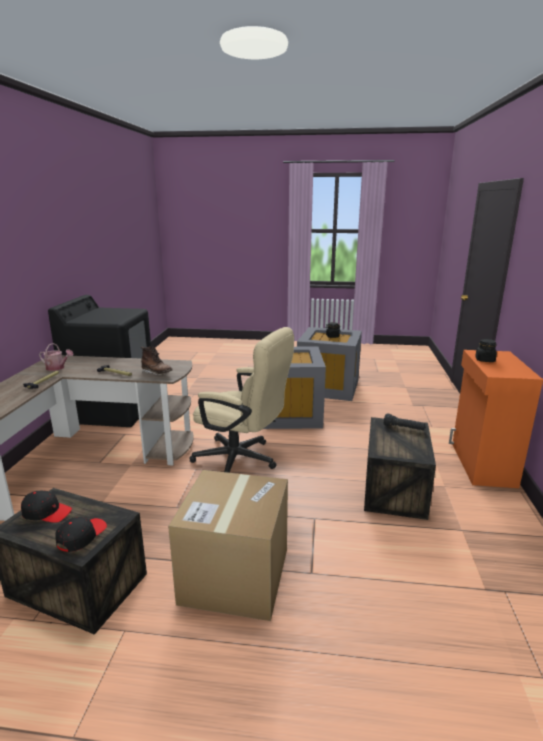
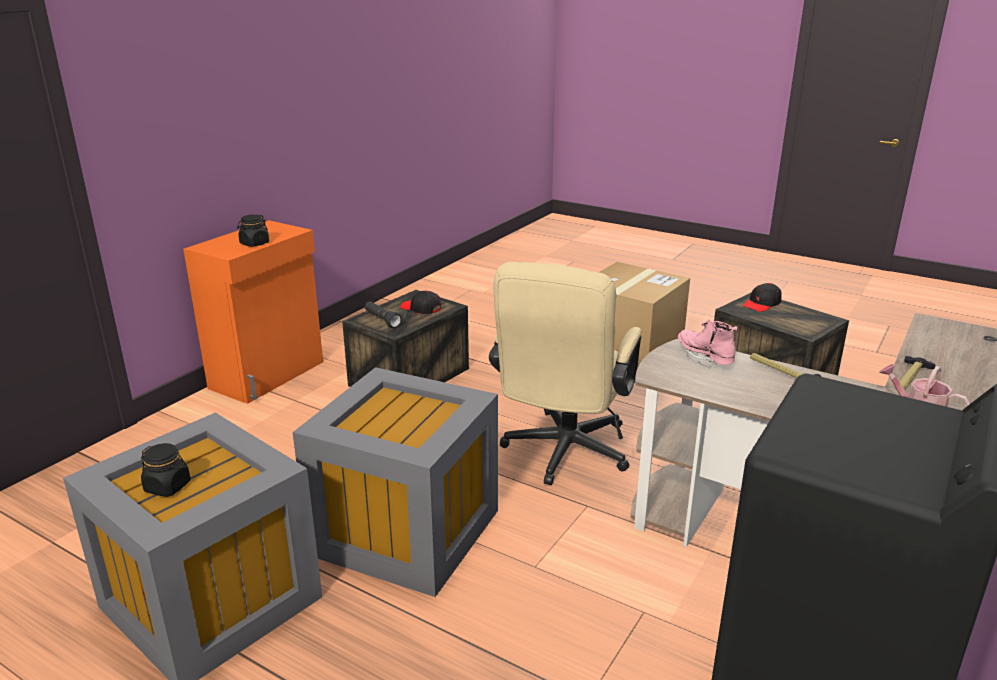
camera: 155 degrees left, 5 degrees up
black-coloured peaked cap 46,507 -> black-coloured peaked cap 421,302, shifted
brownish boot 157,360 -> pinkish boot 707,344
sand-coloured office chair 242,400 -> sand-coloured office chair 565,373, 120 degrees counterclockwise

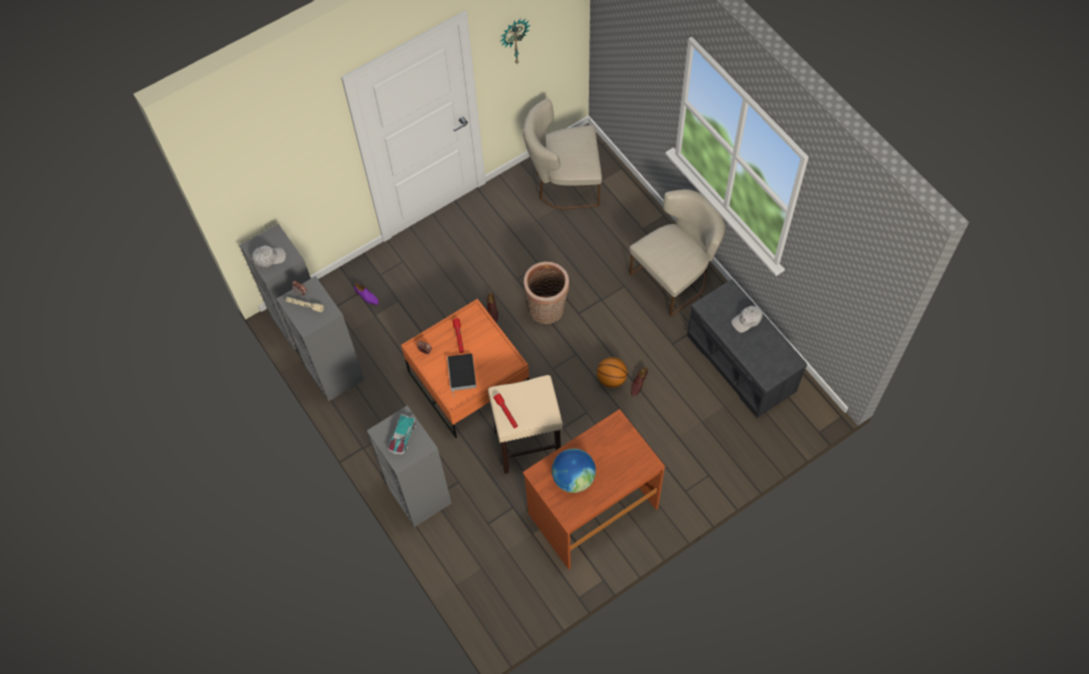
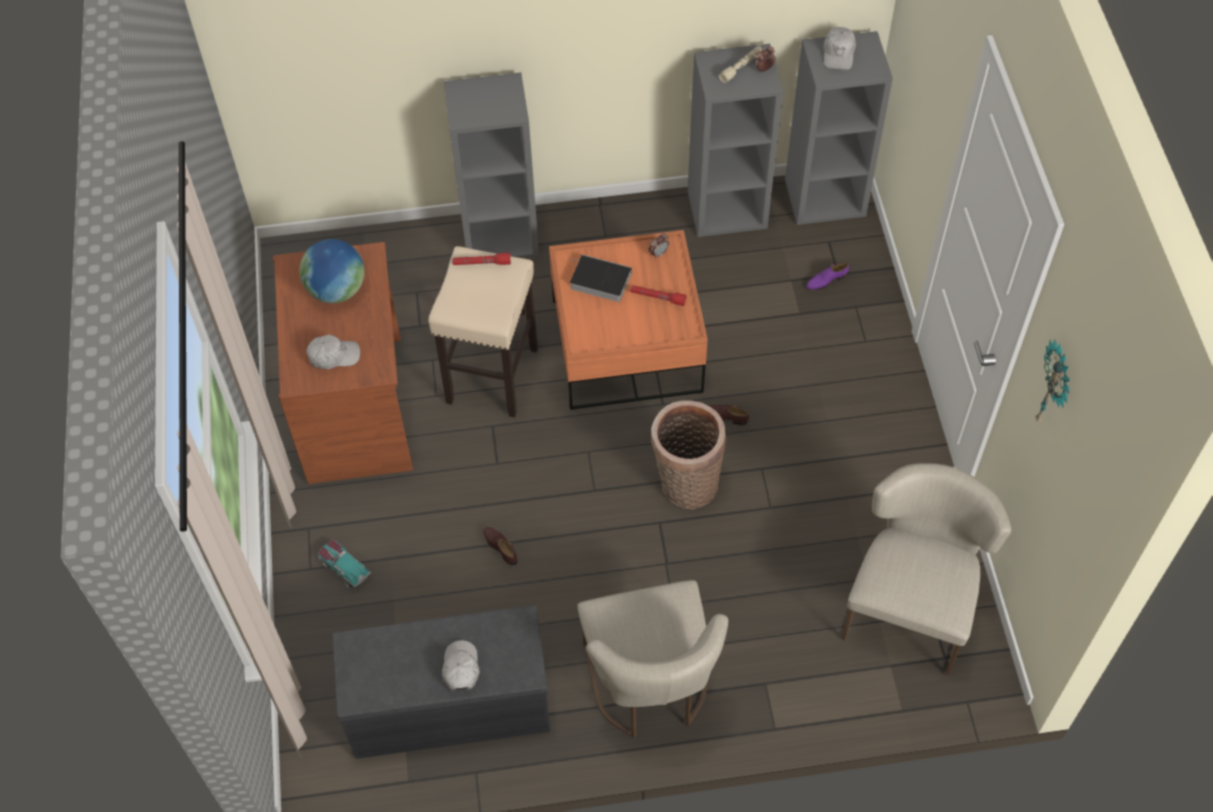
camera: 115 degrees right, 5 degrees down
toy car 402,434 -> toy car 344,564, shifted
basketball ball 612,372 -> none
none -> whitish peaked cap 333,351

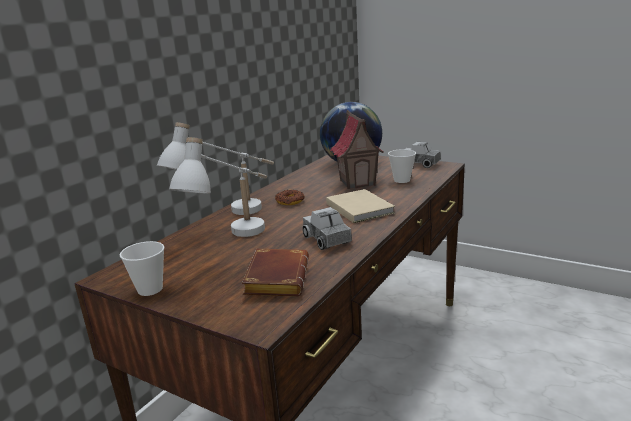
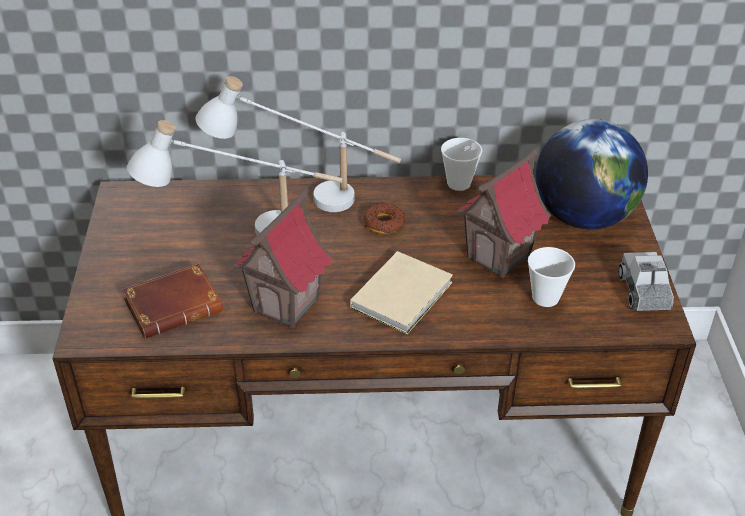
camera: 55 degrees right, 20 degrees up
cup 142,268 -> cup 461,164, shifted
model truck 327,228 -> miniature house 283,257

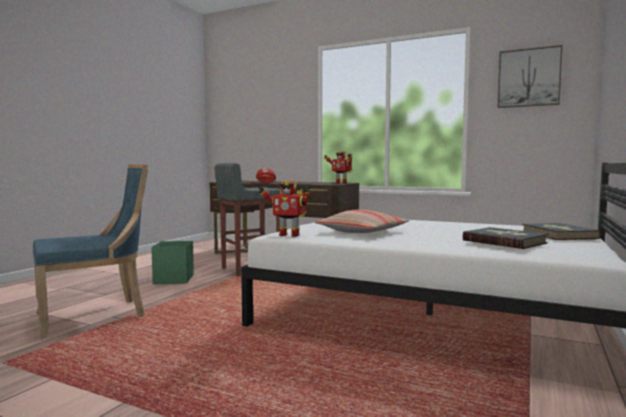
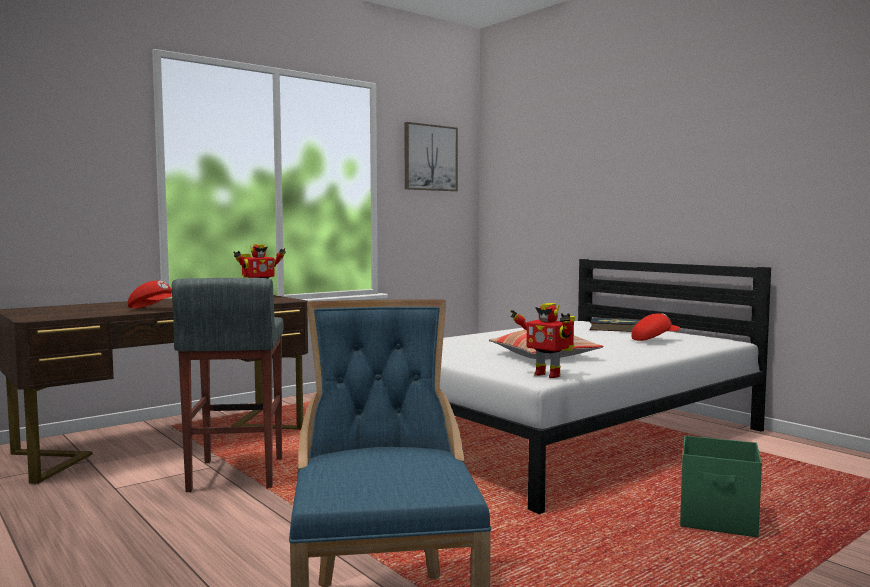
camera: 65 degrees left, 0 degrees up
green storage bin 172,262 -> green storage bin 721,486, shifted
model robot 284,209 -> model robot 542,340, 90 degrees clockwise
bound book 506,238 -> red-coloured peaked cap 656,327

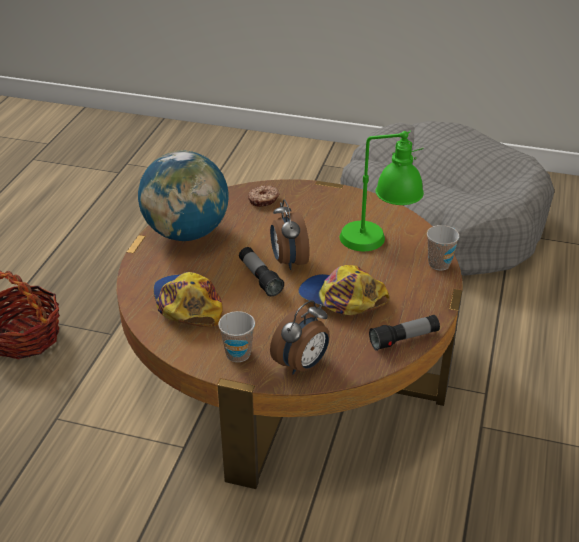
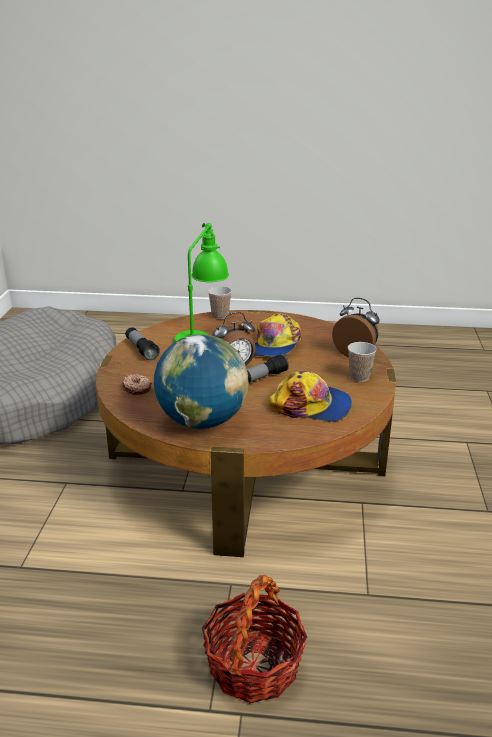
camera: 100 degrees left, 10 degrees down
peaked cap 188,299 -> peaked cap 310,396, 135 degrees counterclockwise
hand torch 404,333 -> hand torch 142,343, shifted

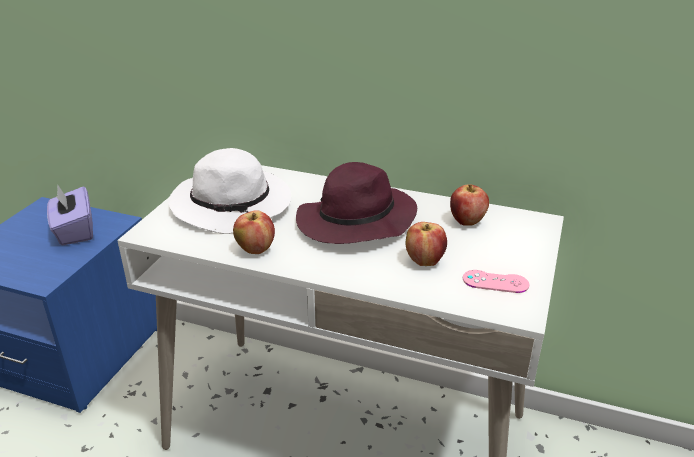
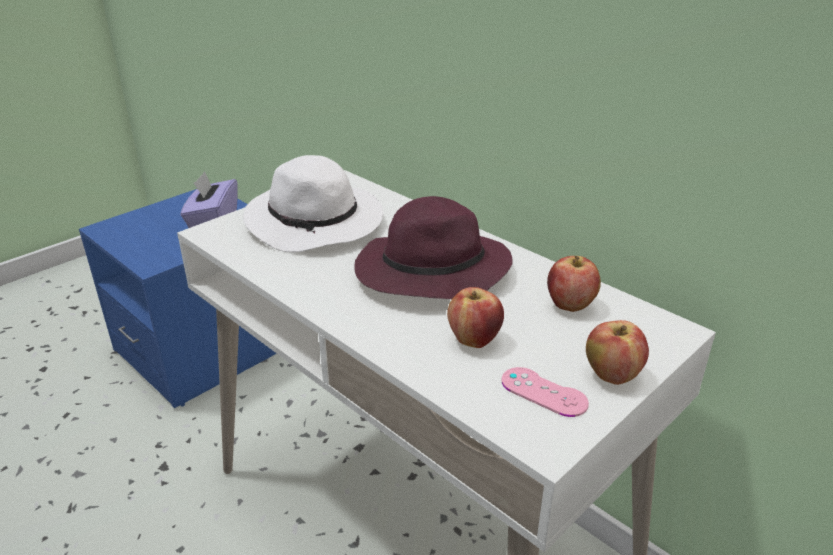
camera: 25 degrees right, 0 degrees up
apple 254,232 -> apple 617,352, shifted

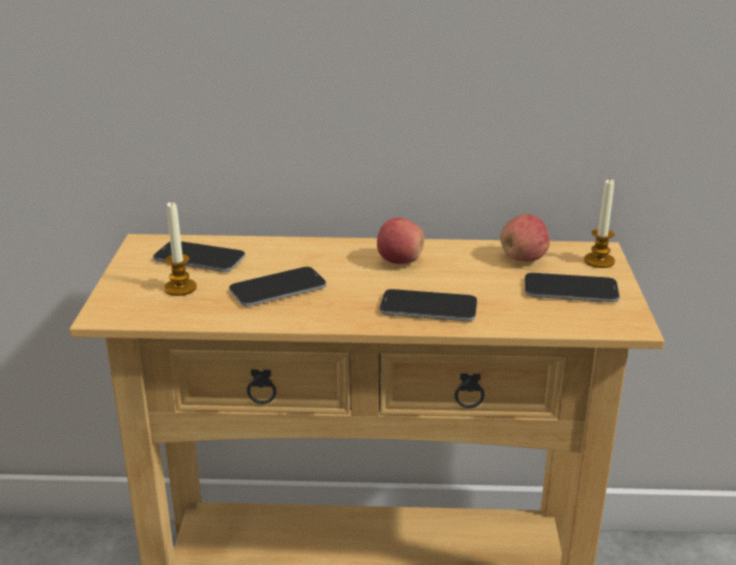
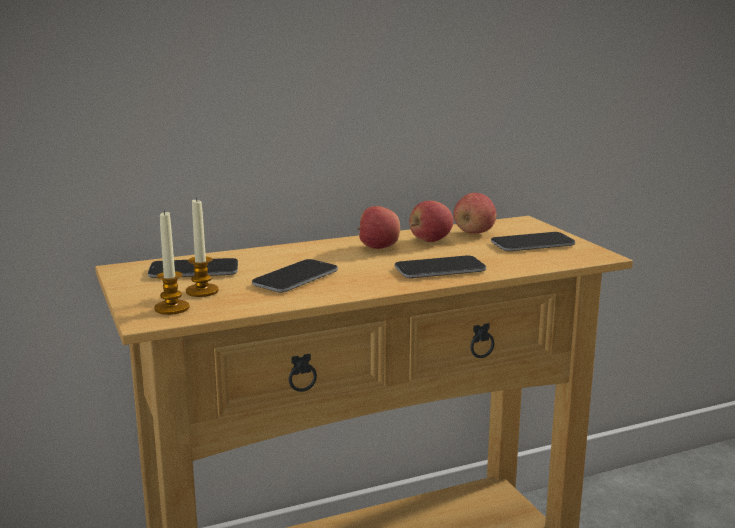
camera: 25 degrees left, 10 degrees down
wax candle 599,223 -> wax candle 172,262, shifted
none -> apple 431,221

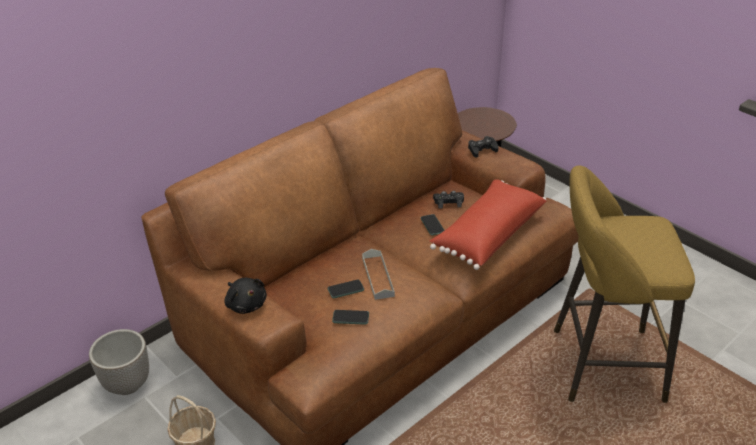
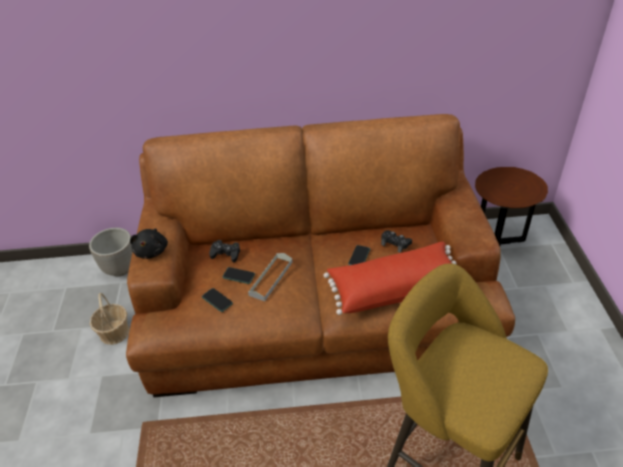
camera: 40 degrees right, 5 degrees up
black-coloured joypad 483,147 -> black-coloured joypad 224,251, shifted

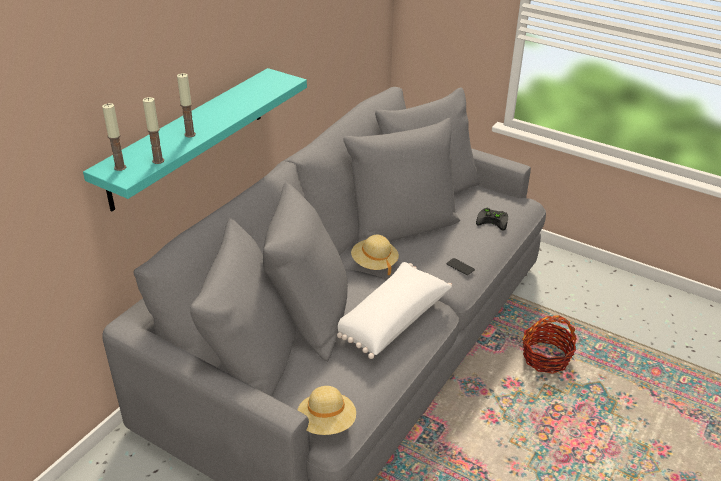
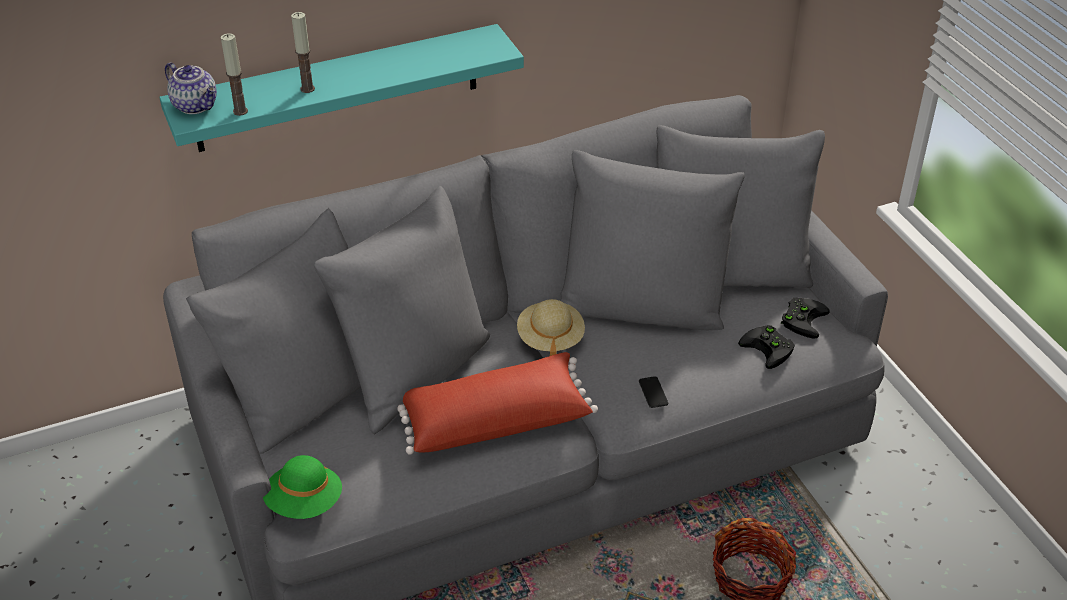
camera: 35 degrees right, 5 degrees up
wax candle 114,137 -> teapot 191,88
sand-coloured wearable hat 327,410 -> green wearable hat 302,487
whitish cushion 394,310 -> red-coloured cushion 497,403
none -> black-coloured joypad 805,318

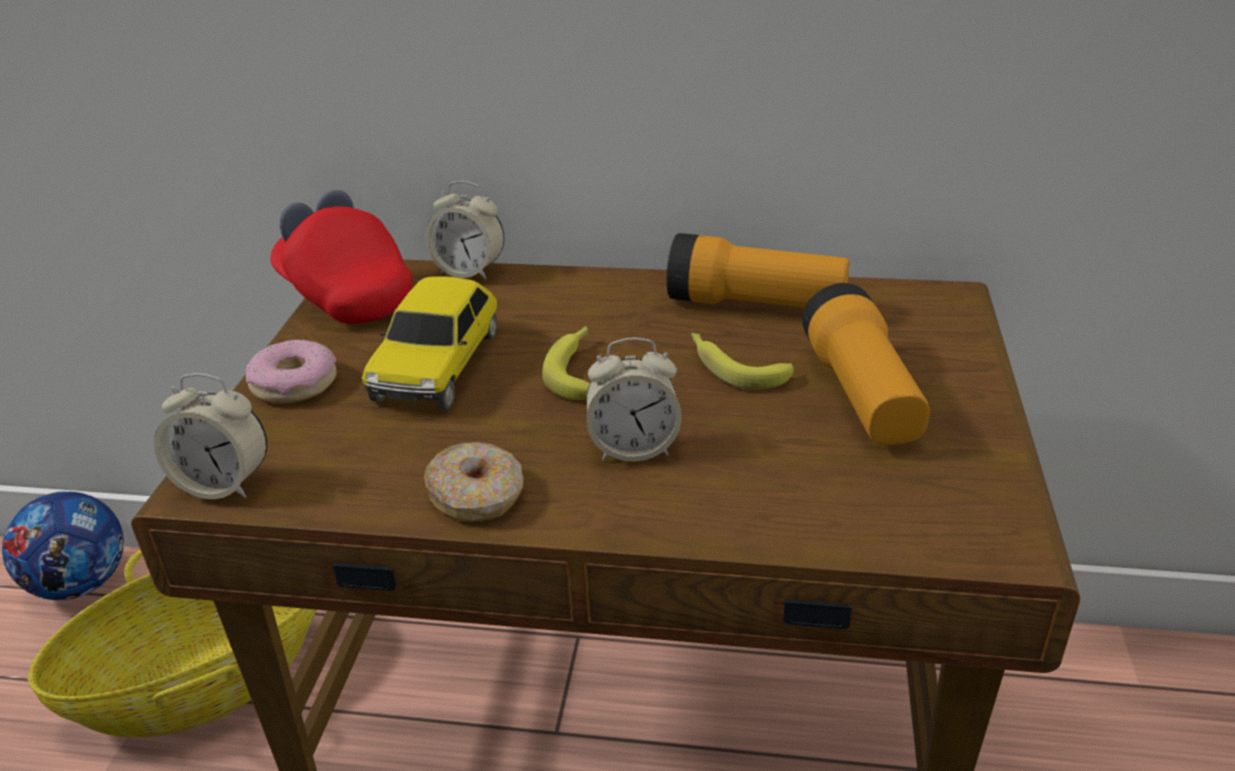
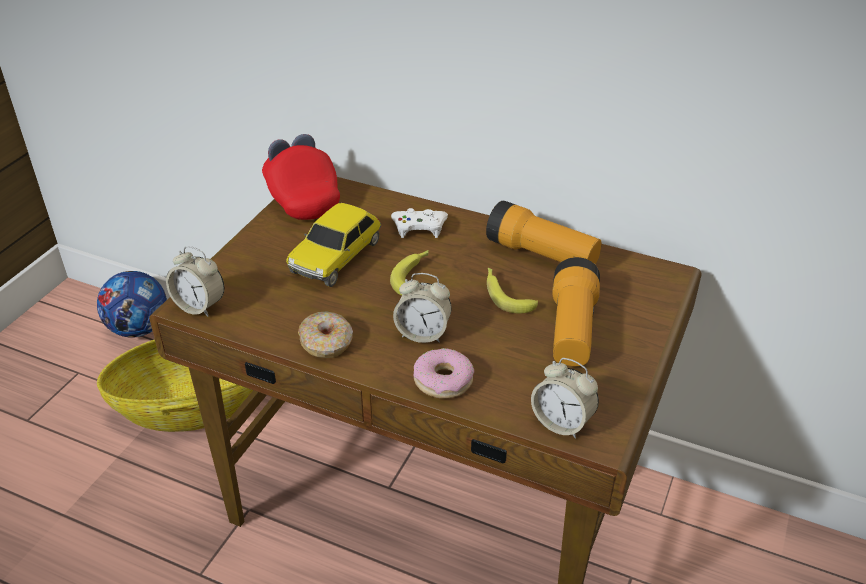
camera: 15 degrees right, 5 degrees up
doughnut 291,371 -> doughnut 443,373, shifted
bedside clock 464,230 -> bedside clock 565,398, shifted
none -> whitish joypad 419,223

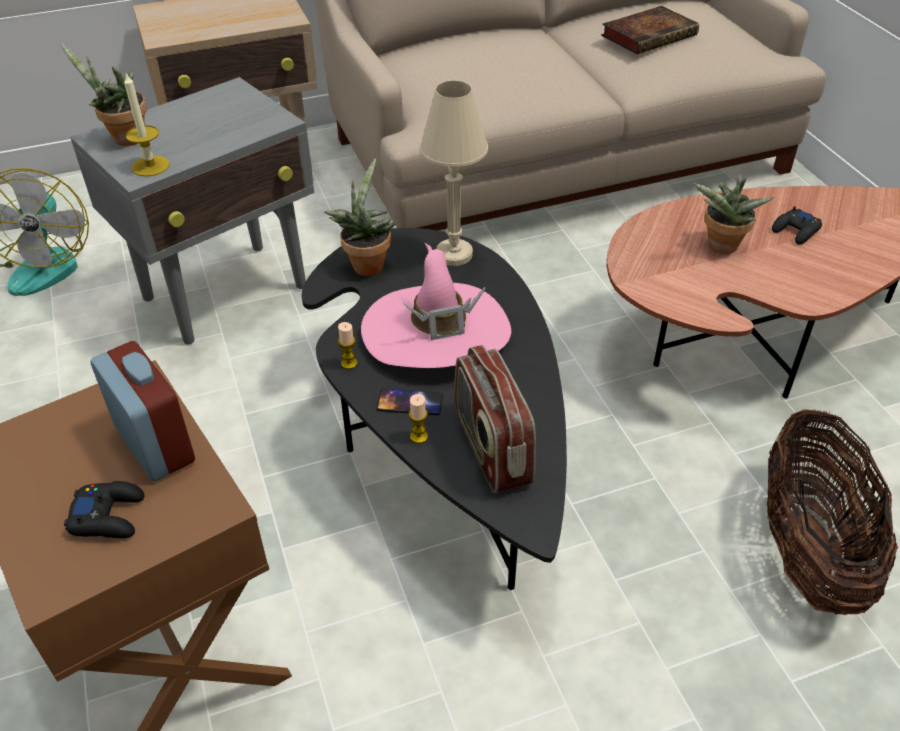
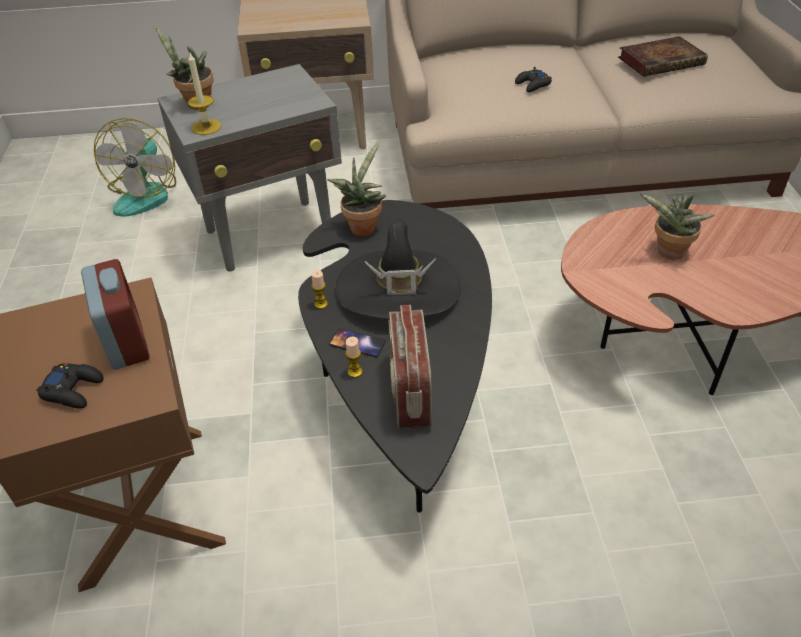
camera: 15 degrees right, 0 degrees up
pinkish wearable hat 436,305 -> black-coloured wearable hat 398,267
sand-coloured lamp for a table 453,173 -> none
basket 832,512 -> none
black-coloured joypad 797,225 -> black-coloured joypad 533,79, shifted

